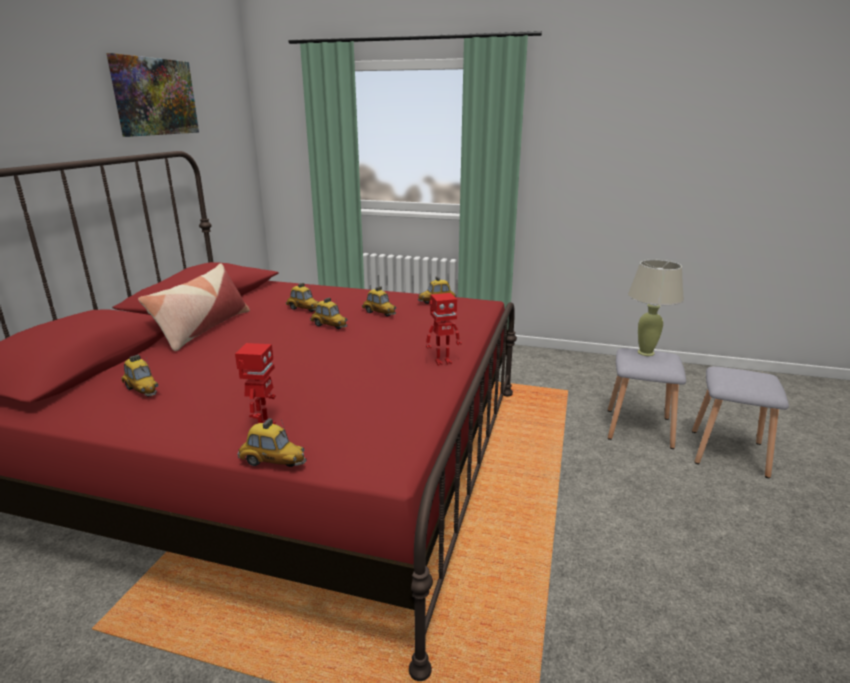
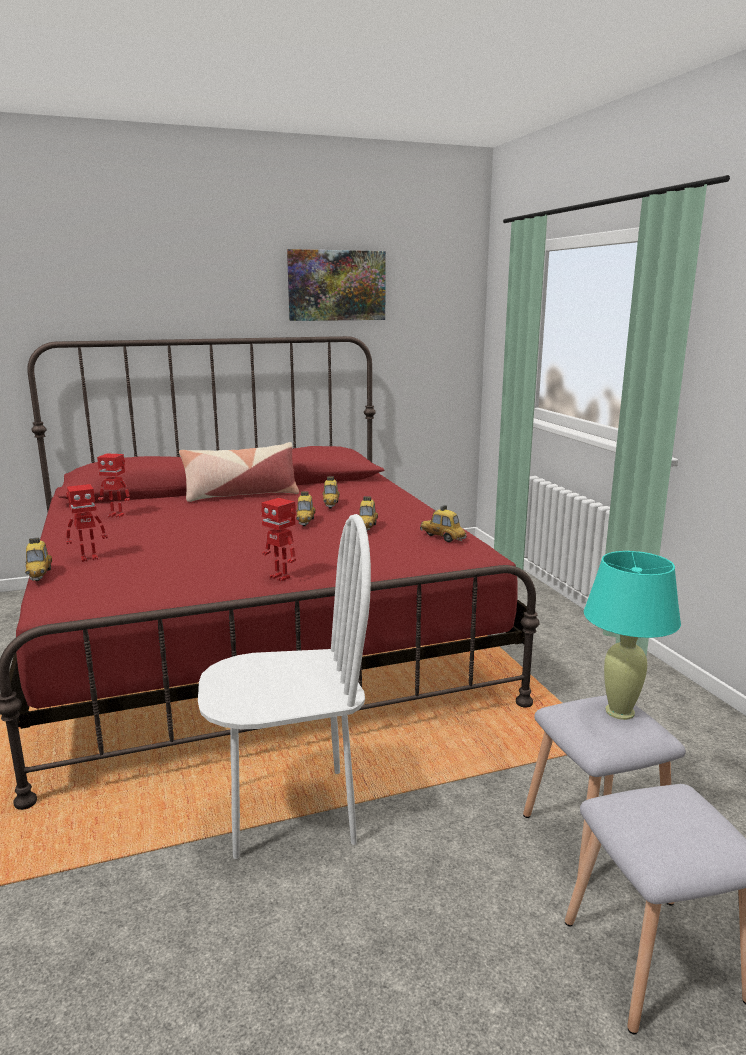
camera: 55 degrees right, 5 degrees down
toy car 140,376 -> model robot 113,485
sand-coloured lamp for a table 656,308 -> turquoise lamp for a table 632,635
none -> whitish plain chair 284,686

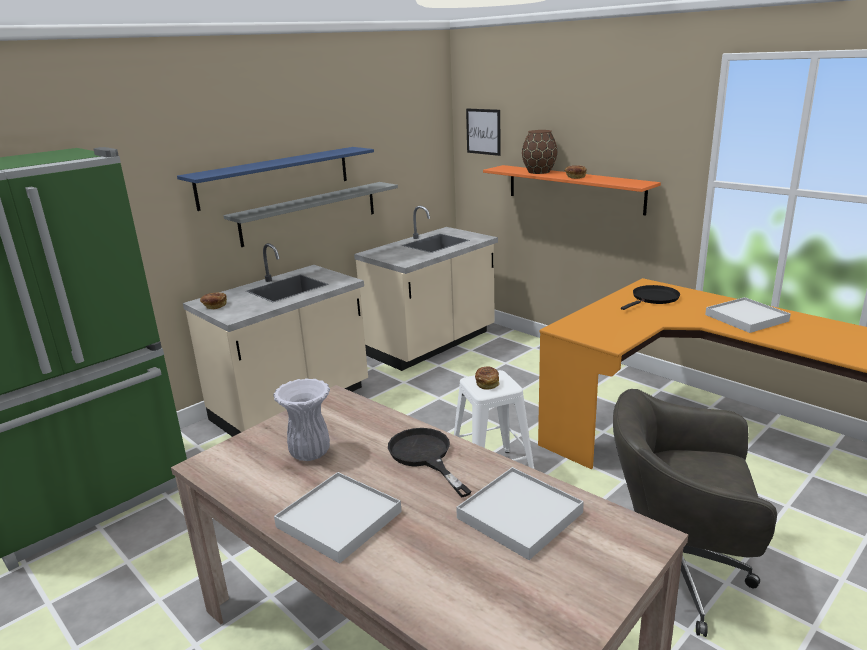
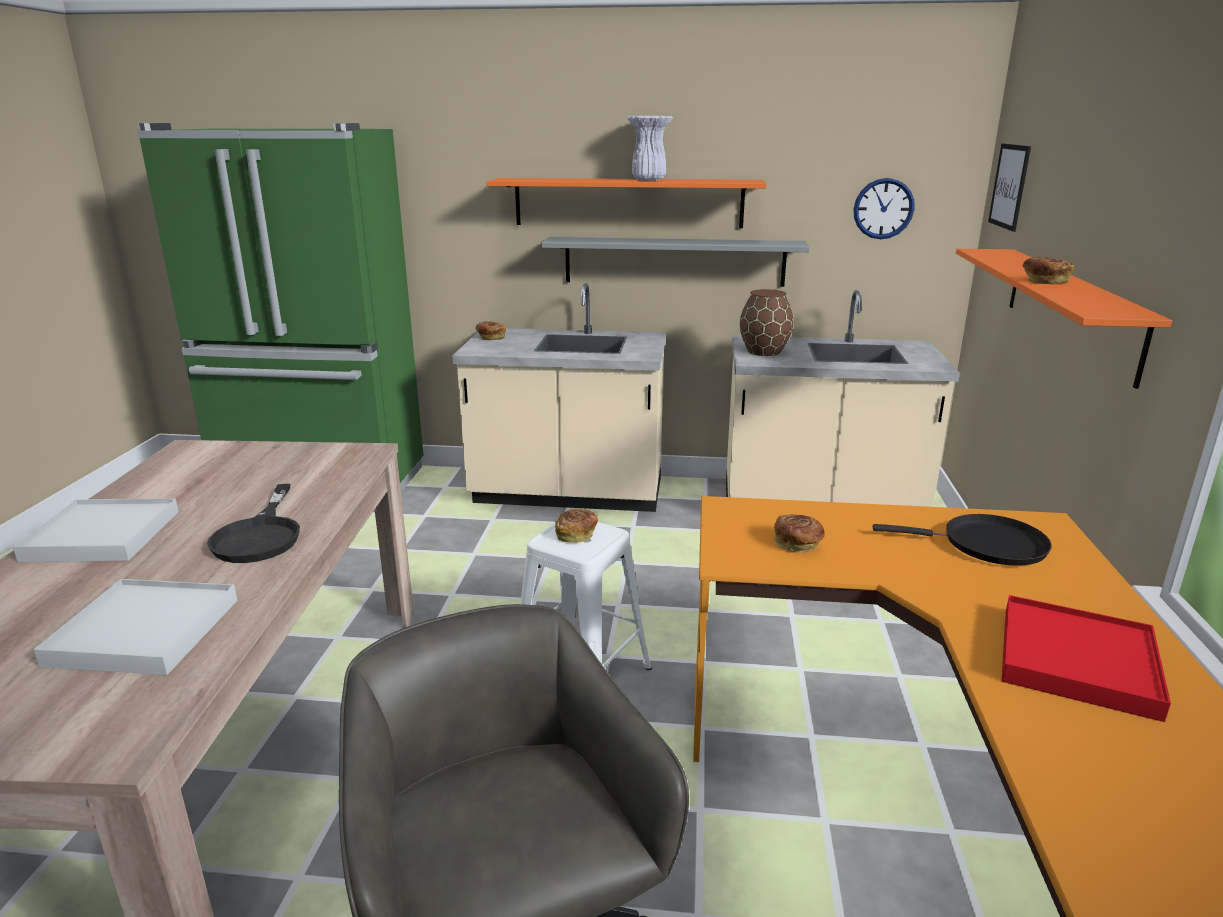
camera: 50 degrees right, 0 degrees up
blue wall shelf 275,179 -> orange wall shelf 627,203
whitish vase 301,419 -> whitish vase 650,148, shifted
black-coloured skillet 430,463 -> black-coloured skillet 253,523, 150 degrees clockwise
brownish vase 539,152 -> brownish vase 766,322, shifted
whitish serving tray 748,315 -> red-coloured serving tray 1086,658
none -> bread 799,533
none -> hanging clock 884,208

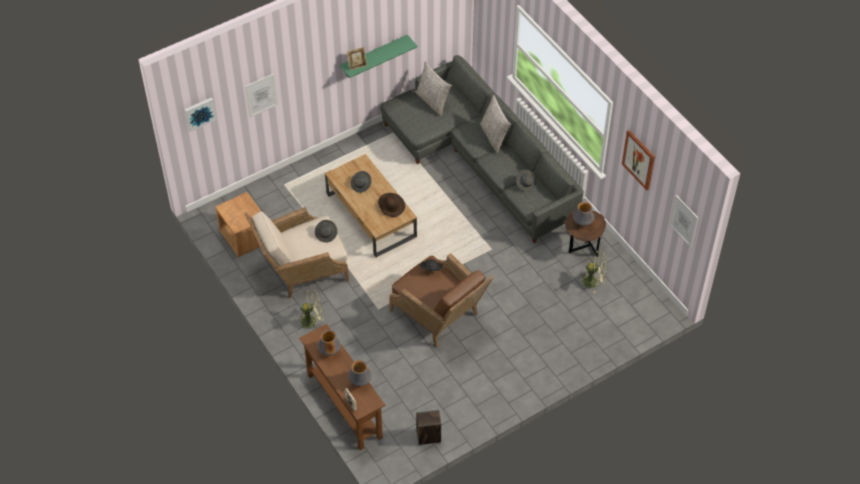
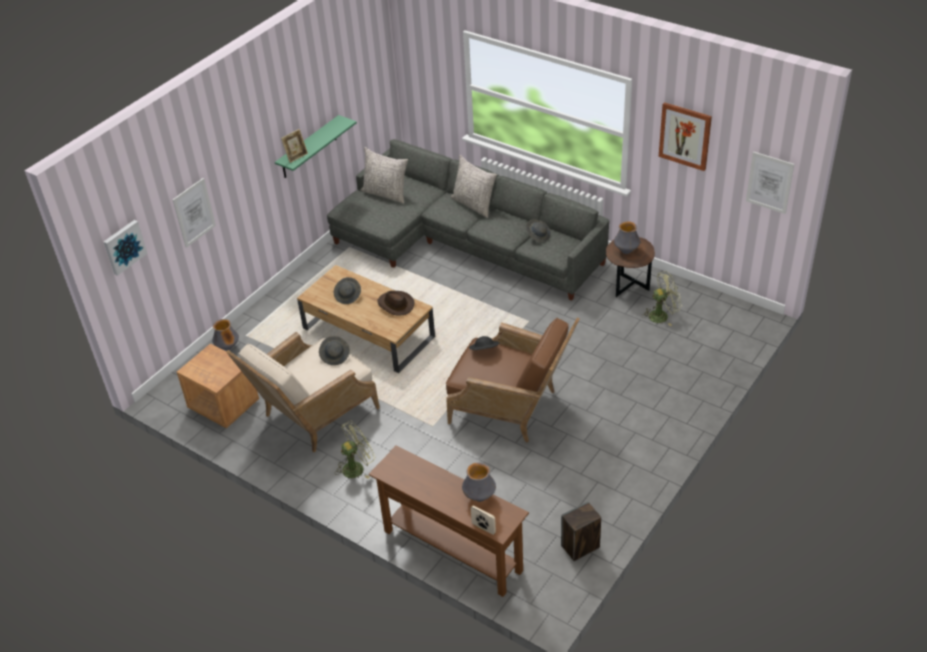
camera: 20 degrees left, 10 degrees down
vase 329,343 -> vase 225,335, shifted

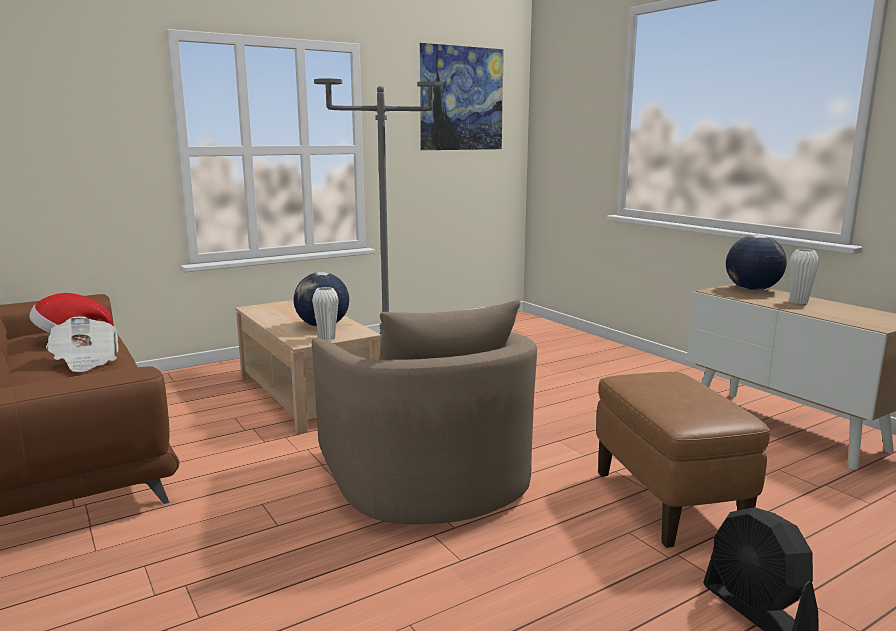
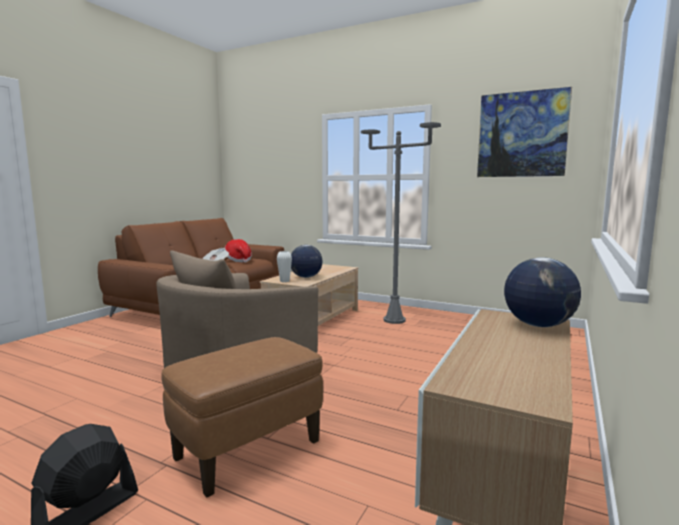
camera: 60 degrees right, 5 degrees down
whitish vase 804,276 -> none

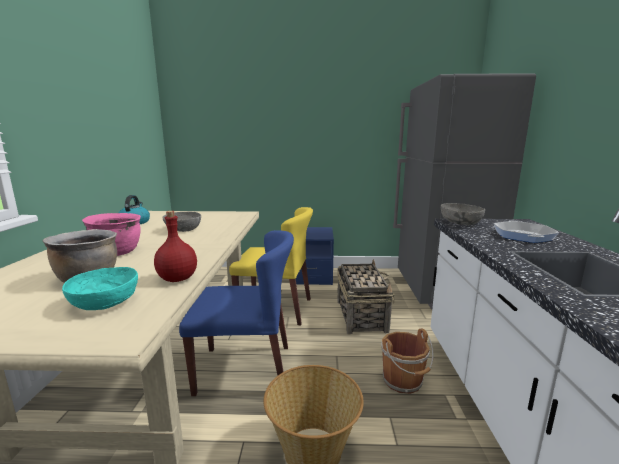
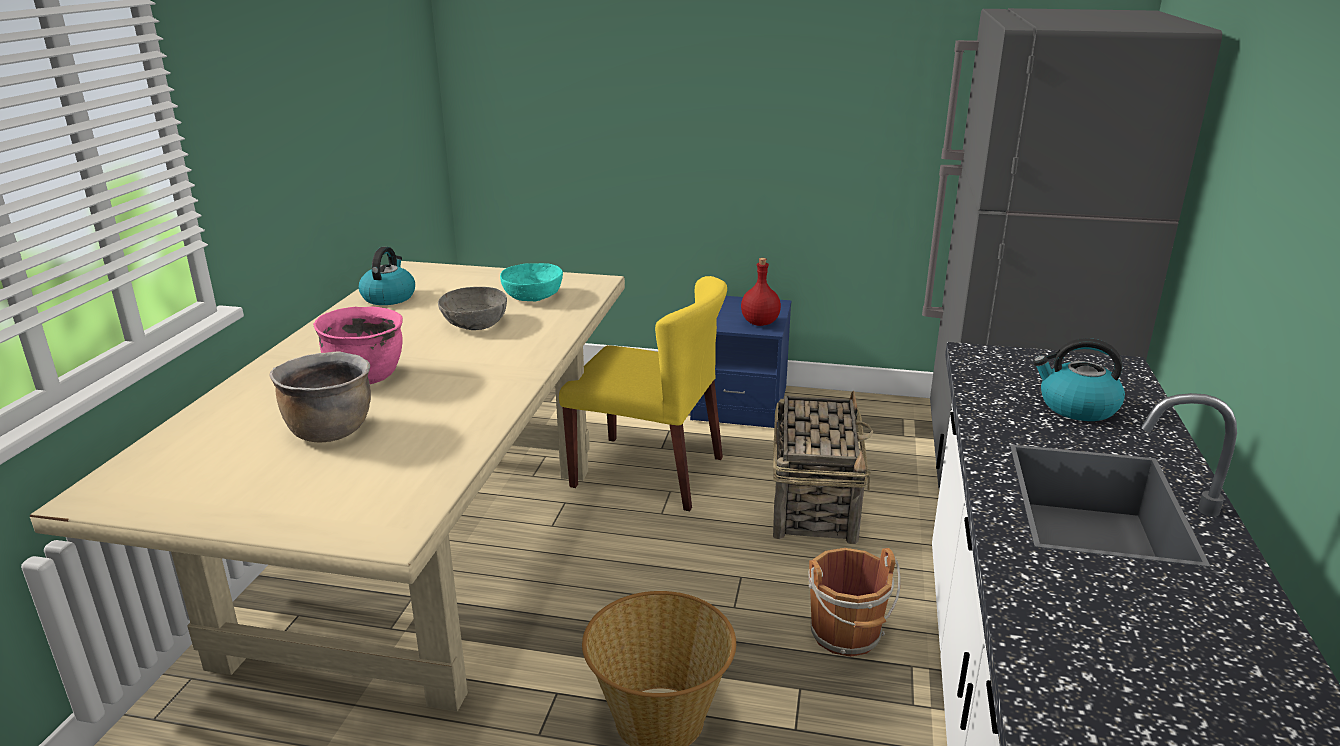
camera: 10 degrees right, 10 degrees up
turquoise deep dish 100,288 -> turquoise deep dish 531,282, shifted
red-coloured drink bottle 175,246 -> red-coloured drink bottle 761,292, shifted
blue plain chair 236,313 -> none
greyish deep dish 463,214 -> none
skillet 526,232 -> tea kettle 1079,379

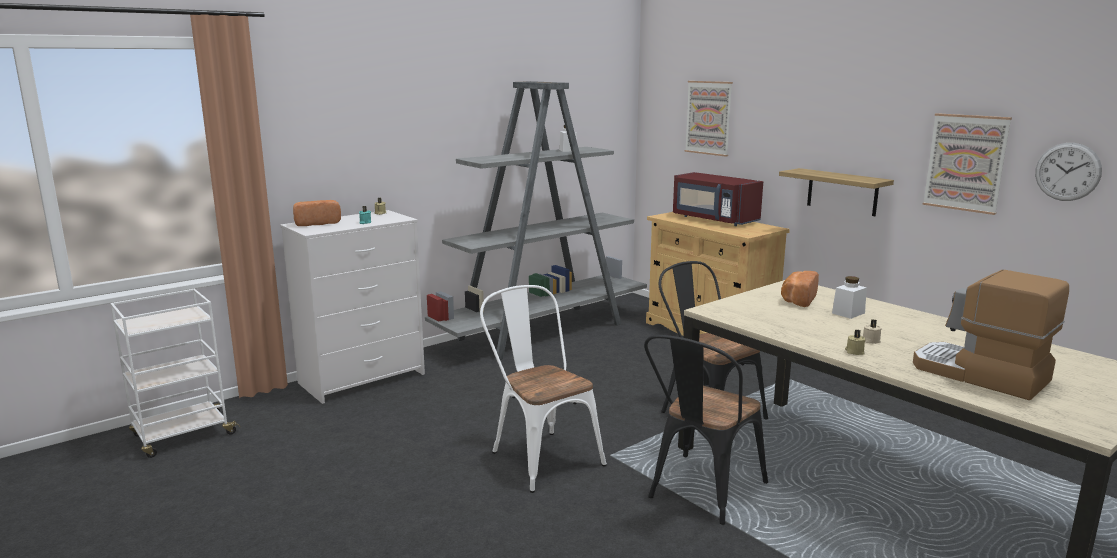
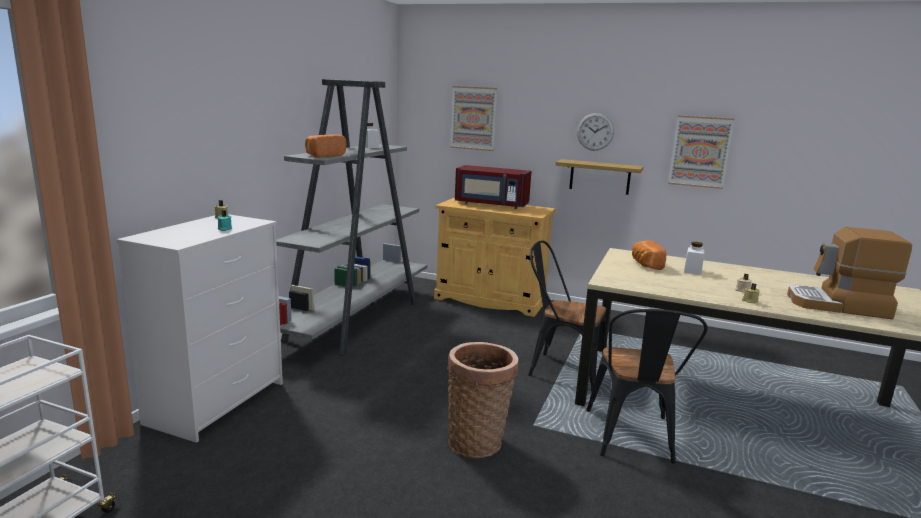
camera: 30 degrees left, 0 degrees up
bread 317,213 -> bread 325,145, shifted
whitish plain chair 543,389 -> basket 482,400
hanging clock 1068,172 -> hanging clock 595,132, shifted

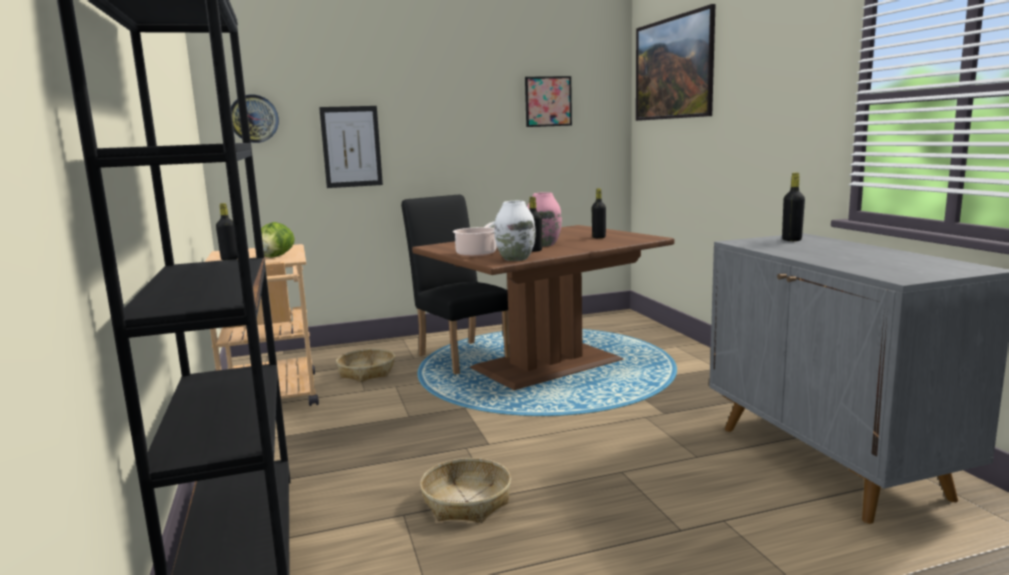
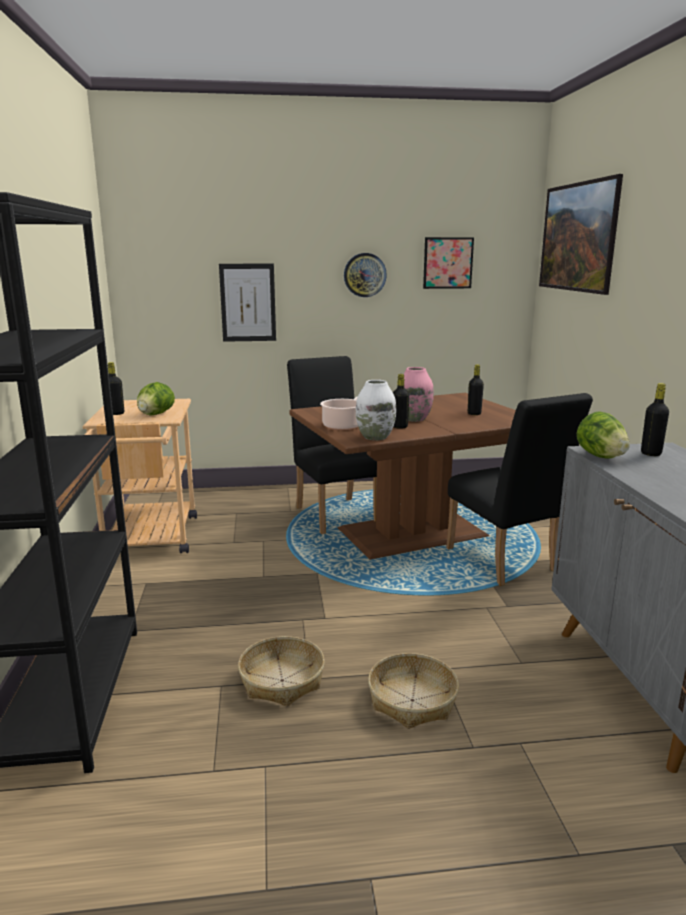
camera: 10 degrees right, 5 degrees up
hanging clock 255,118 -> hanging clock 365,275, shifted
basket 365,365 -> basket 413,691, shifted
none -> black-coloured plain chair 519,489
none -> head of lettuce 603,435

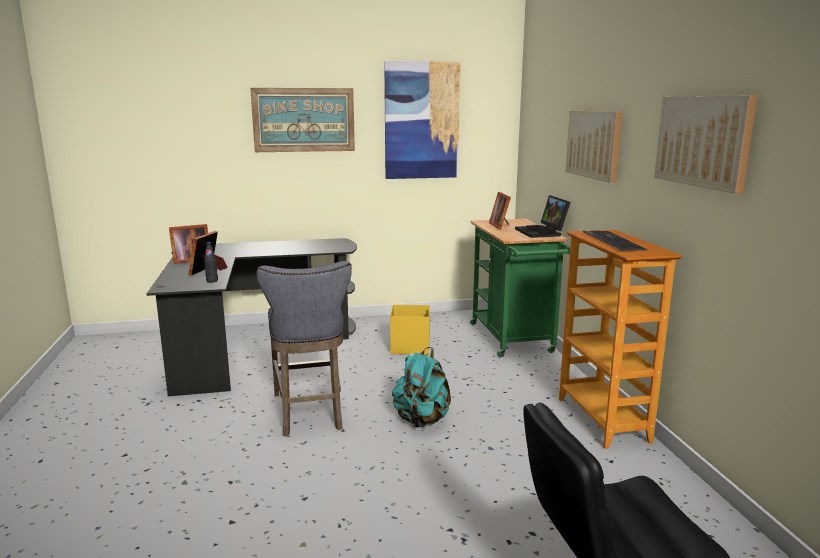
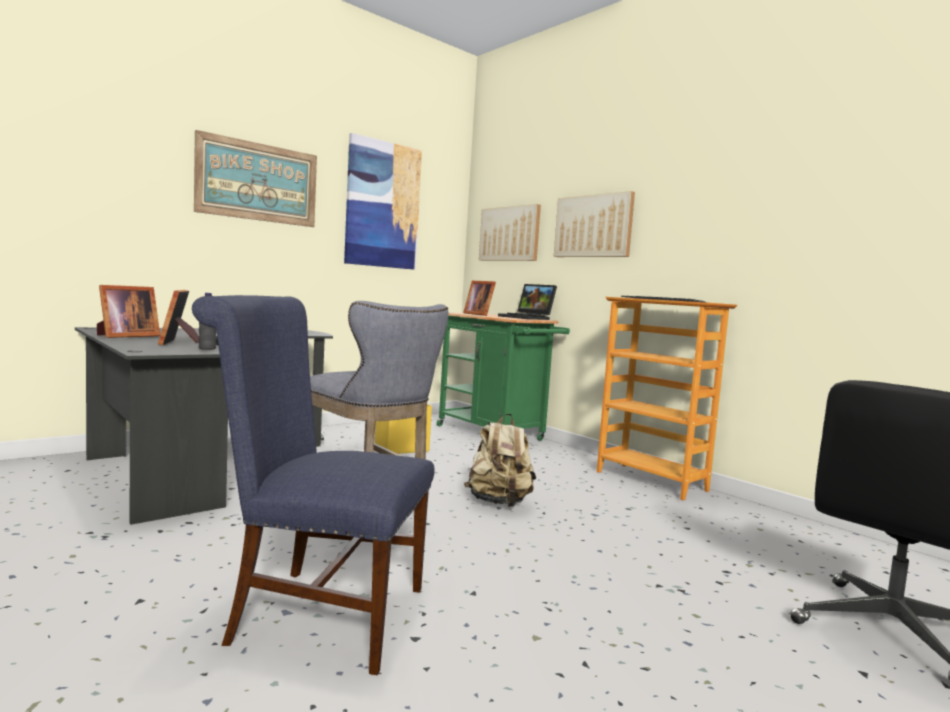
camera: 30 degrees left, 10 degrees down
turquoise knapsack 421,387 -> sand-coloured knapsack 500,460
wall picture 706,144 -> wall picture 510,232, shifted
none -> blue plain chair 313,485

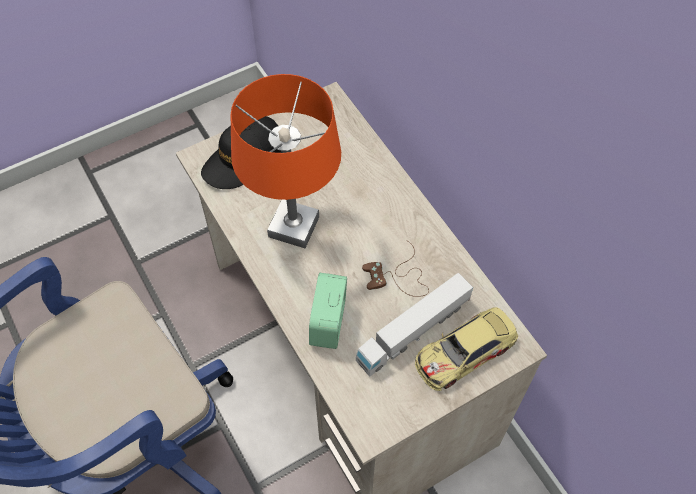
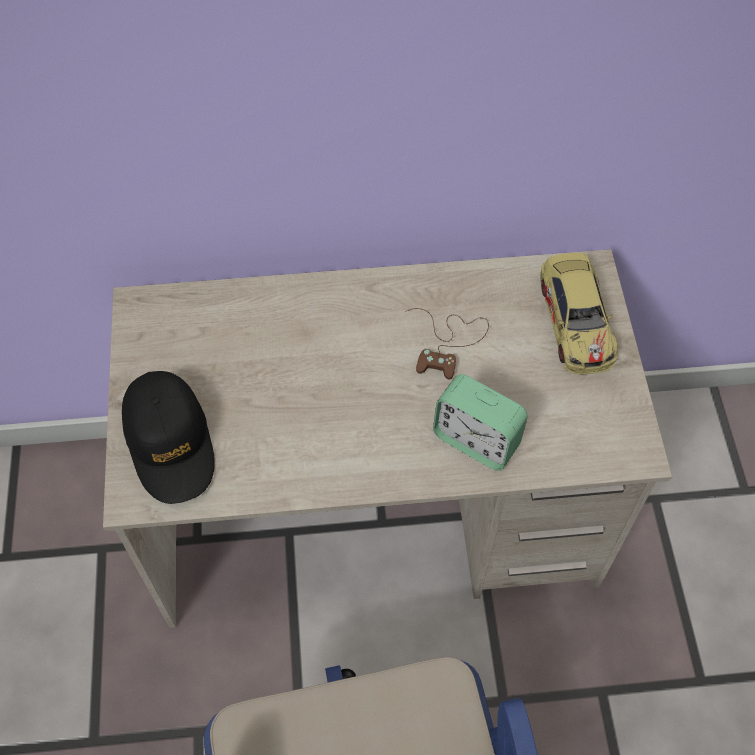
camera: 65 degrees left, 0 degrees up
orange lamp for a table 286,161 -> none
model truck 414,325 -> none

